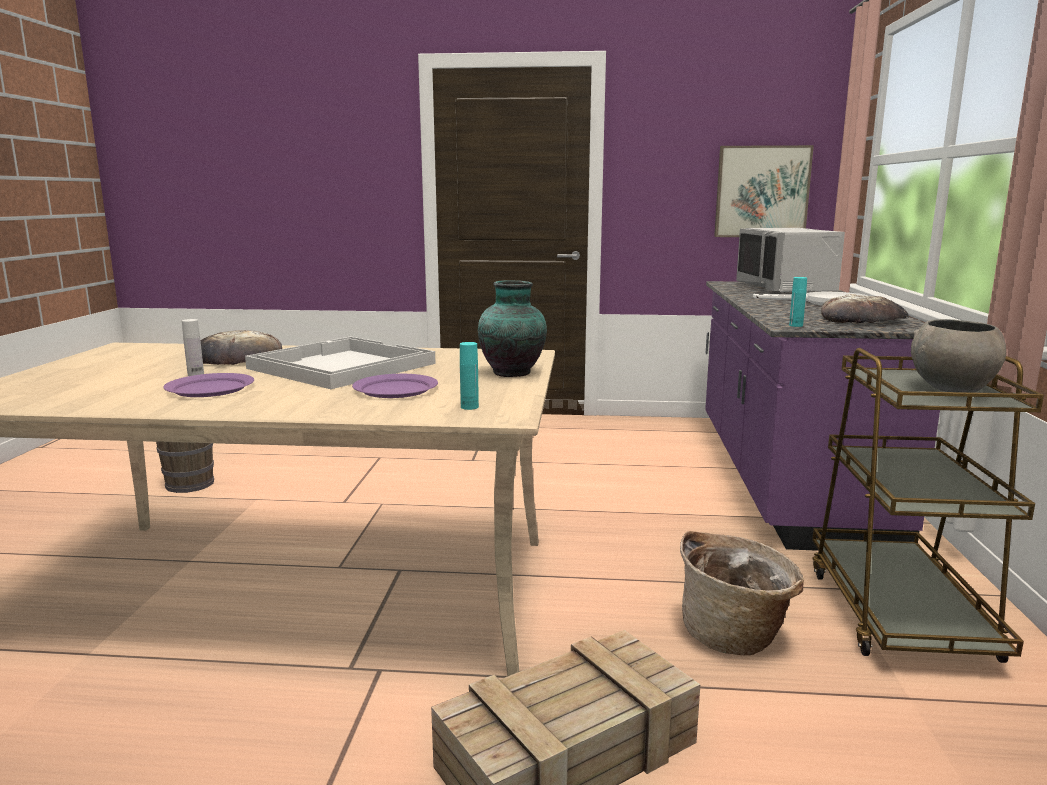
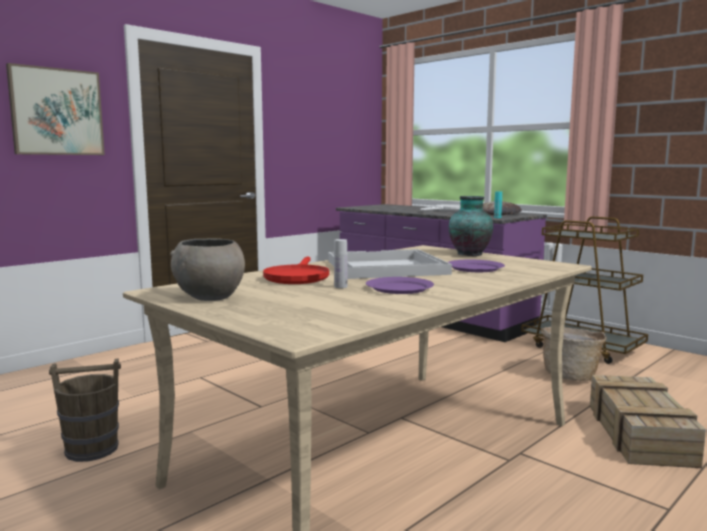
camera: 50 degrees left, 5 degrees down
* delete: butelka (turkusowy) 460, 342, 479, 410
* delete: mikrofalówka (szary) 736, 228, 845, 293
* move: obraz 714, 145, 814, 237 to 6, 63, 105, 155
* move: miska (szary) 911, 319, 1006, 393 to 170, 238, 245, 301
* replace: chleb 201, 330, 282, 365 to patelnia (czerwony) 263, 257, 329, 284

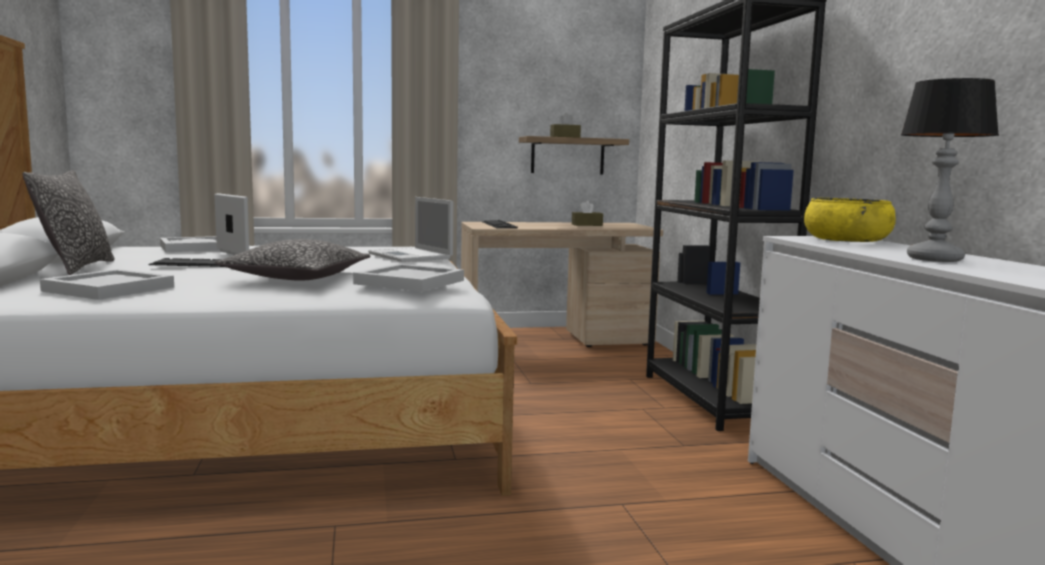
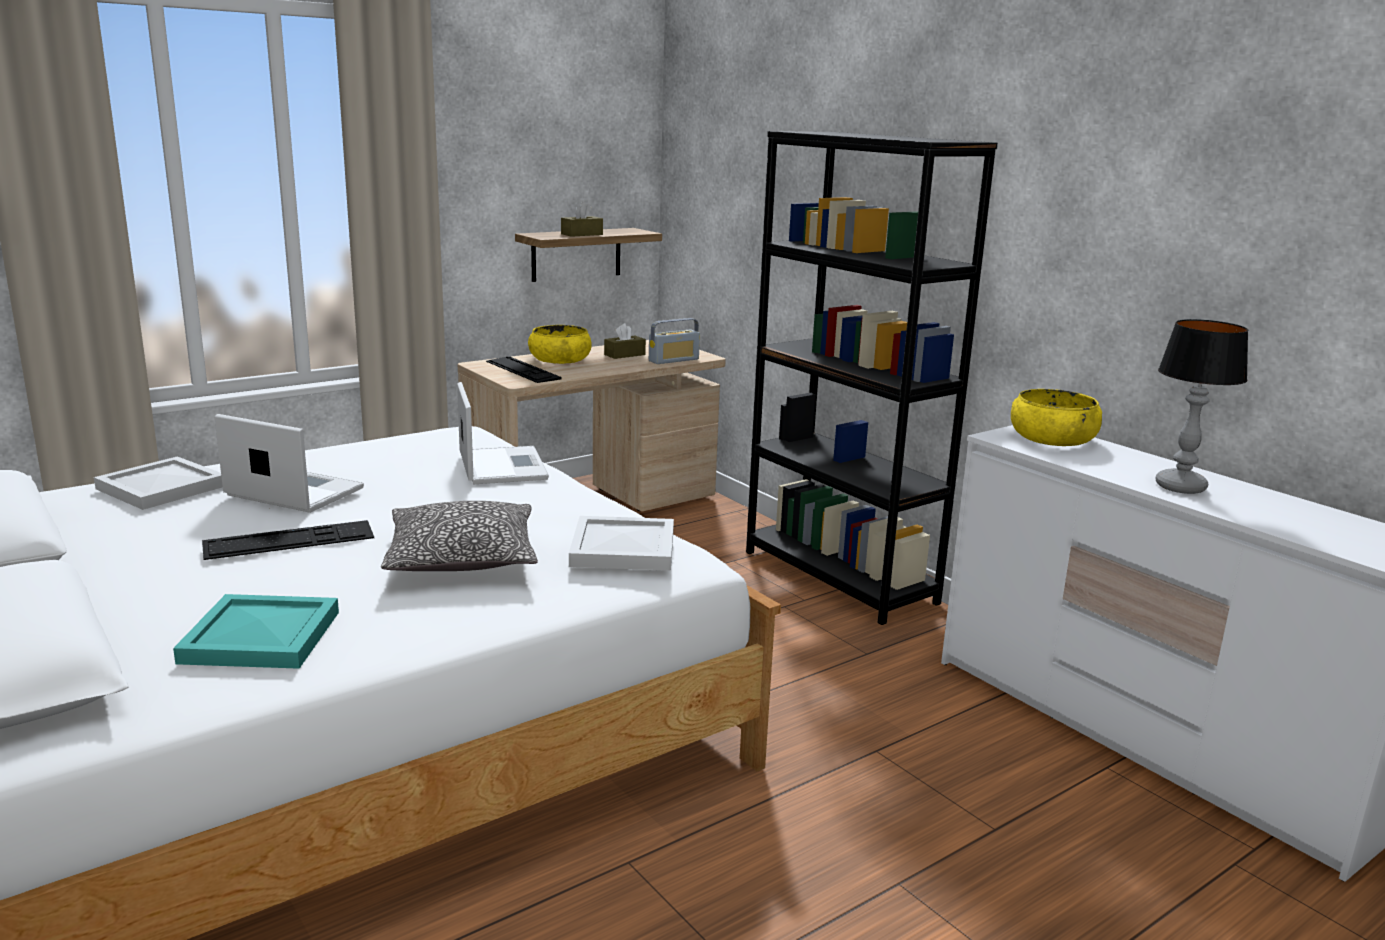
camera: 25 degrees left, 10 degrees up
* delete: poduszka 23, 170, 115, 275
* insert: miska (żółty) 528, 325, 592, 364
* insert: radio 649, 318, 700, 364
* recolor: taca (biały) 40, 269, 174, 300 to taca (turkusowy) 173, 594, 339, 669
* rotate: laptop 368, 197, 453, 262 = 457, 382, 549, 484 135 degrees counterclockwise

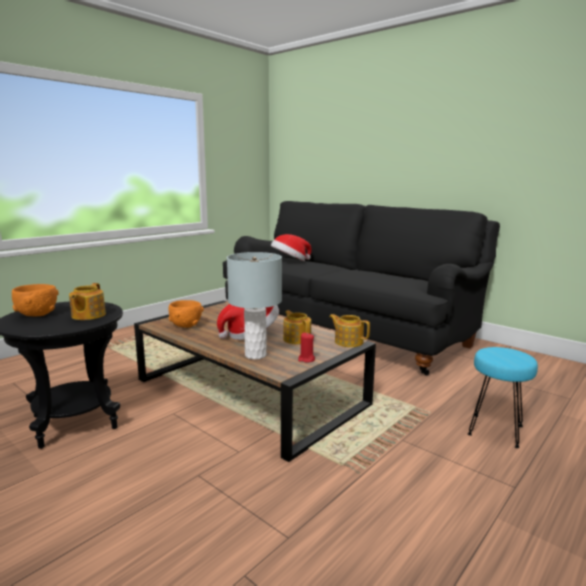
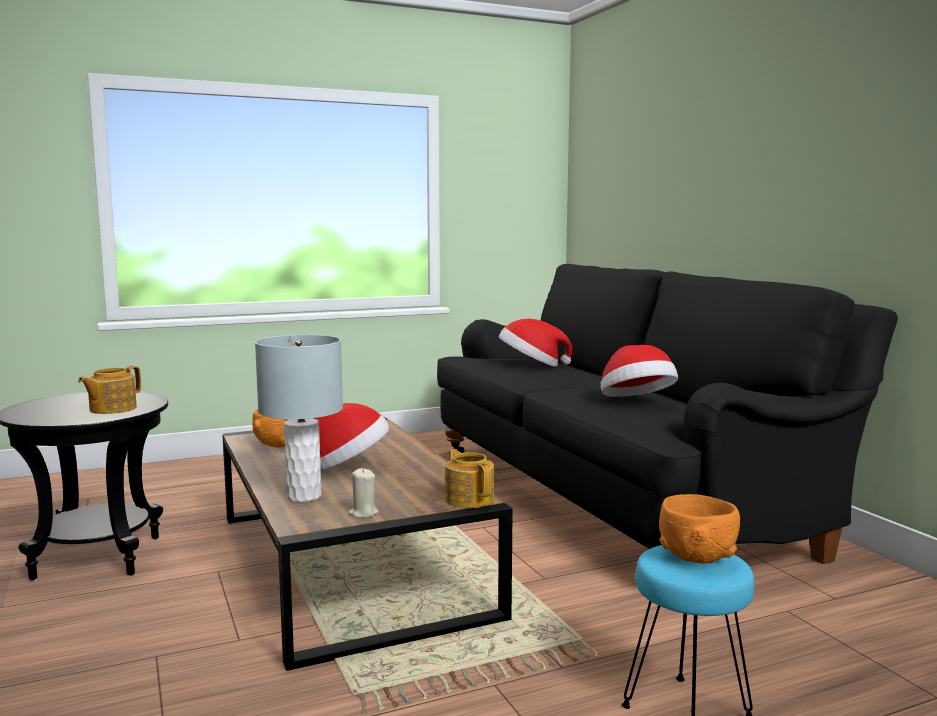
camera: 25 degrees right, 5 degrees down
* delete: imbryk 283, 310, 311, 344
* insert: kapelusz 601, 345, 678, 397
* move: miska (pomarańczowy) 12, 284, 59, 316 to 659, 494, 740, 564
* recolor: świeca (czerwony) 298, 333, 315, 363 to świeca (beżowy) 348, 468, 379, 518

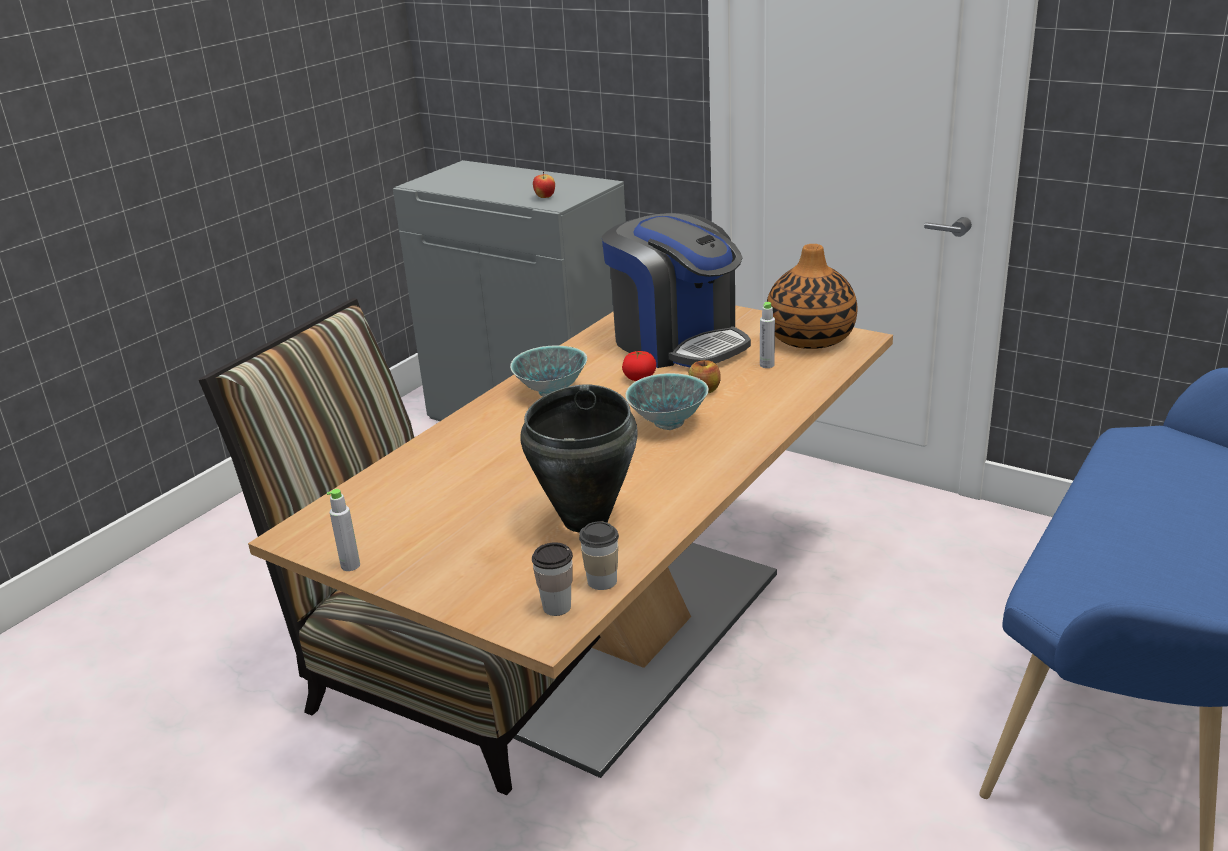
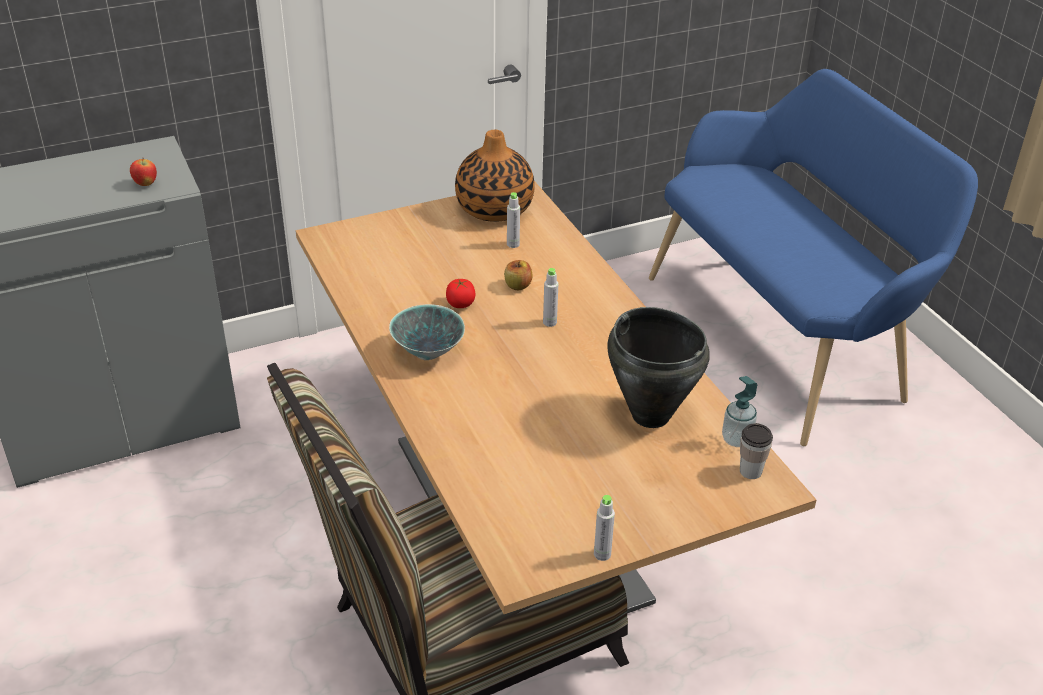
camera: 60 degrees left, 10 degrees up
* delete: ekspres do kawy 602, 213, 751, 368
* replace: filiżanka 579, 521, 619, 590 to dozownik mydła 722, 376, 757, 447
* replace: miska 625, 373, 709, 430 to butelka (szary) 543, 268, 558, 327

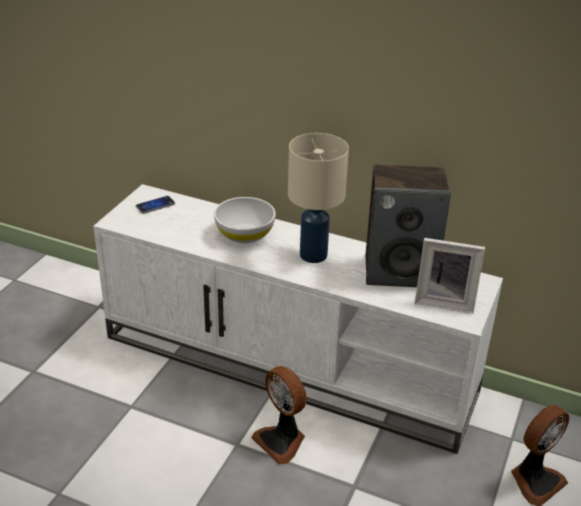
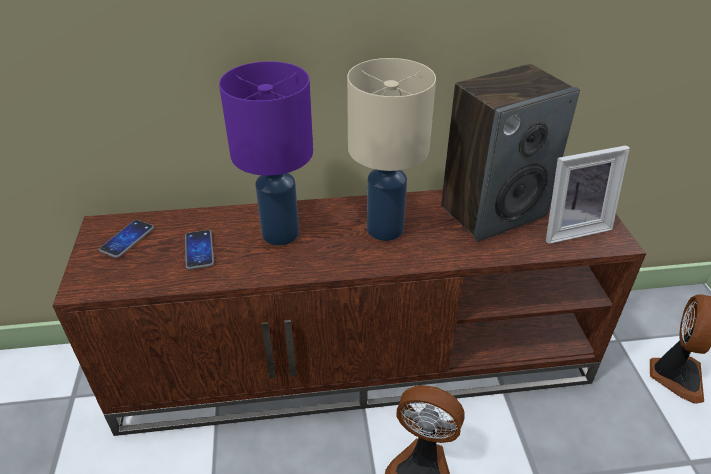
camera: 30 degrees left, 5 degrees up
* insert: telefon 185, 230, 214, 270
* replace: miska (biały) 214, 197, 276, 243 to lampa stołowa (fioletowy) 219, 61, 313, 245
* recolor: szafka pod telewizor (biały) 93, 184, 503, 454 to szafka pod telewizor (brązowy) 53, 190, 646, 436

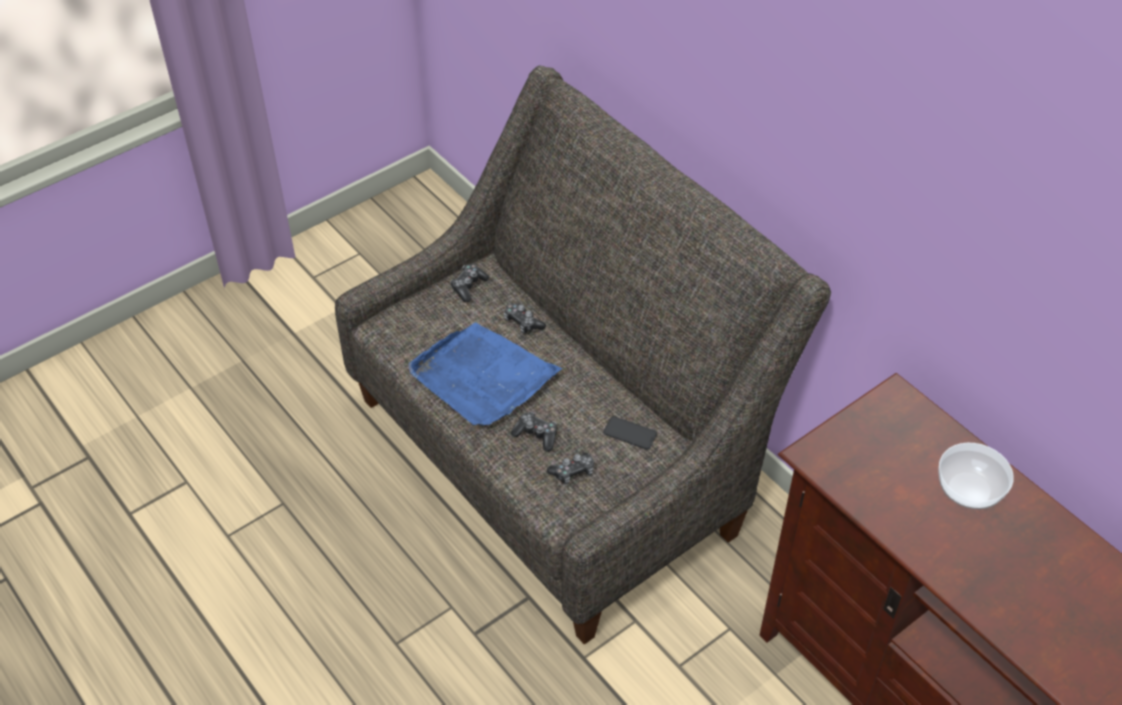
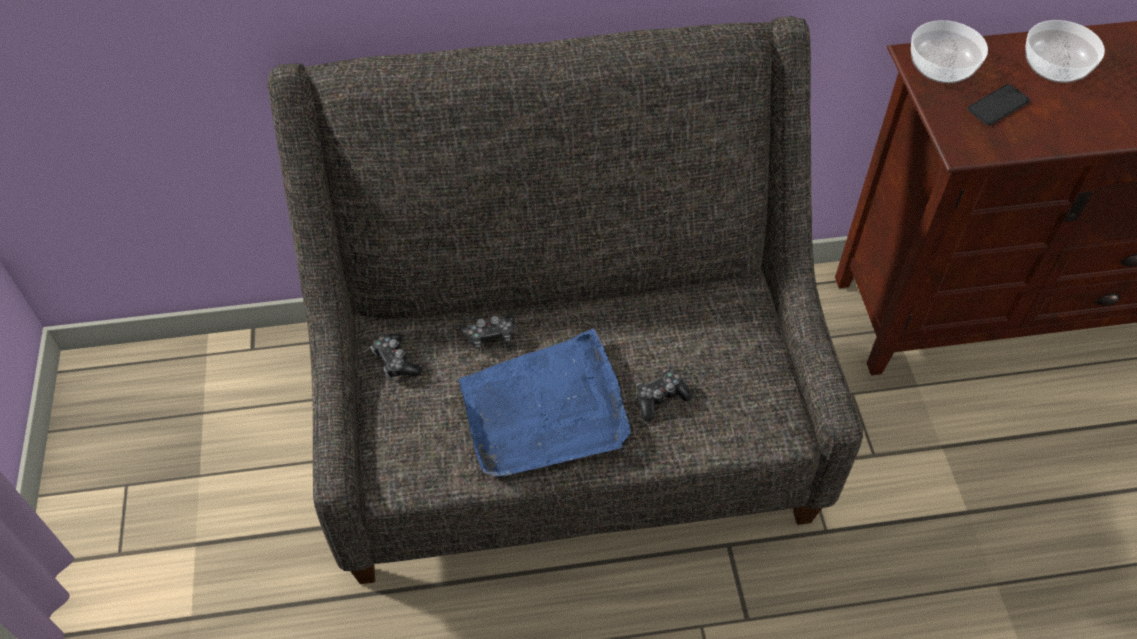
camera: 60 degrees left, 5 degrees up
* delete: pad do gier 547, 453, 594, 484
* insert: miska 911, 20, 988, 83
* move: telefon 603, 416, 657, 450 to 967, 84, 1030, 125

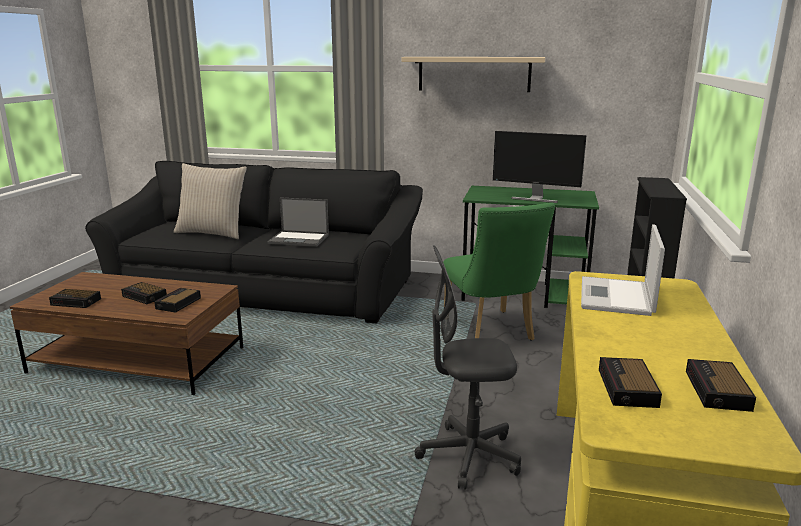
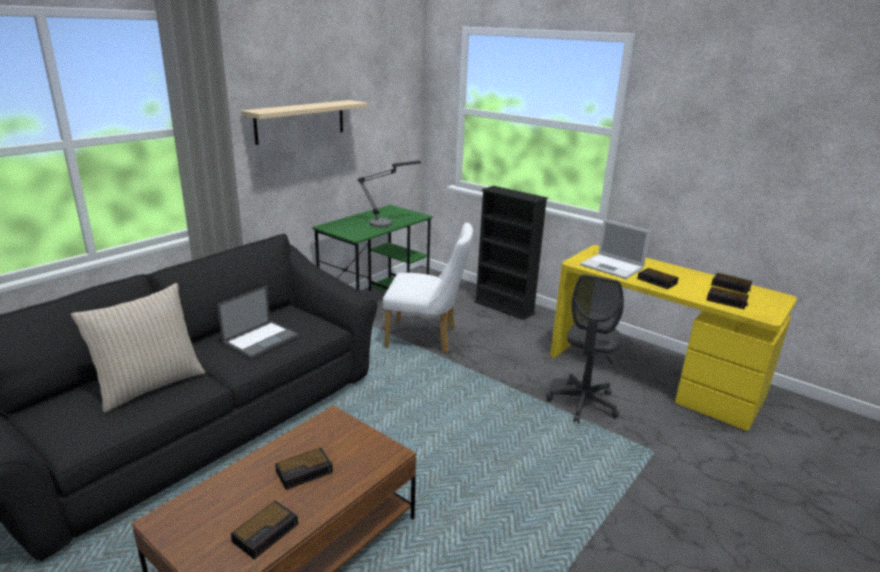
camera: 65 degrees left, 5 degrees up
* move: budzik 154, 288, 201, 313 to 637, 268, 679, 289
* replace: monitor 493, 131, 587, 203 to lampa stołowa 358, 160, 421, 228
* recolor: krzesło (zielony) 443, 202, 555, 341 to krzesło (biały) 383, 222, 473, 353

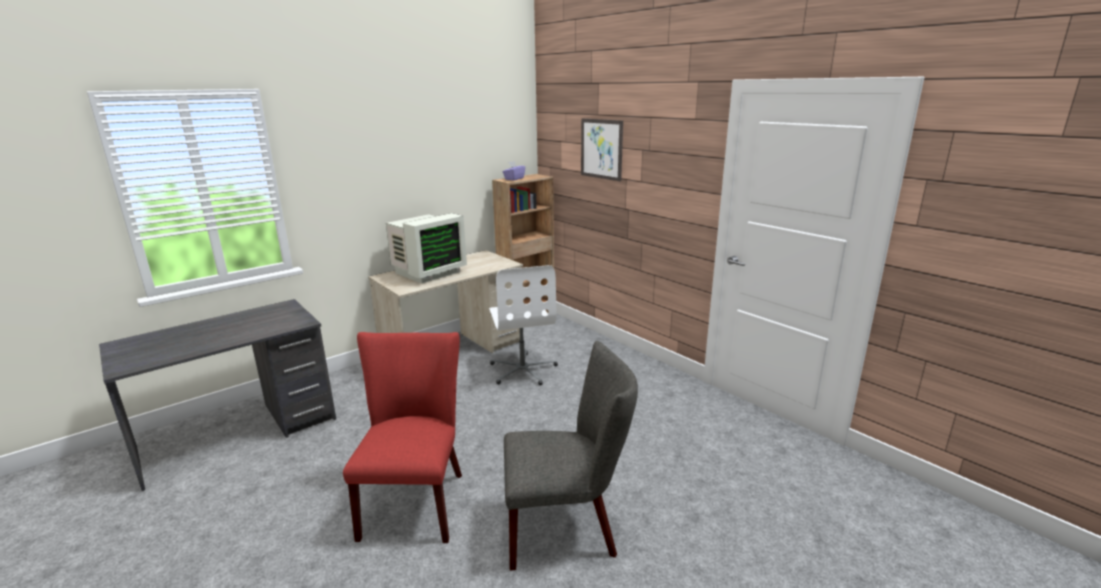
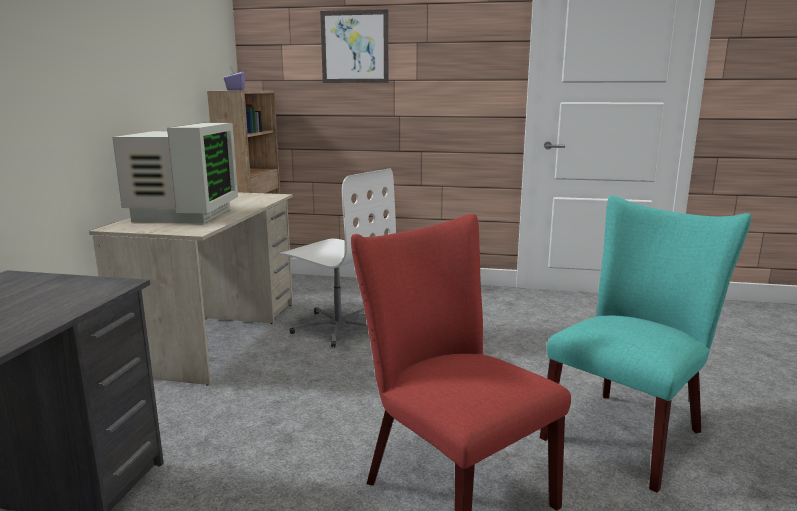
camera: 40 degrees left, 5 degrees down
* recolor: krzesło (szary) 504, 341, 638, 571 to krzesło (turkusowy) 540, 195, 751, 493

